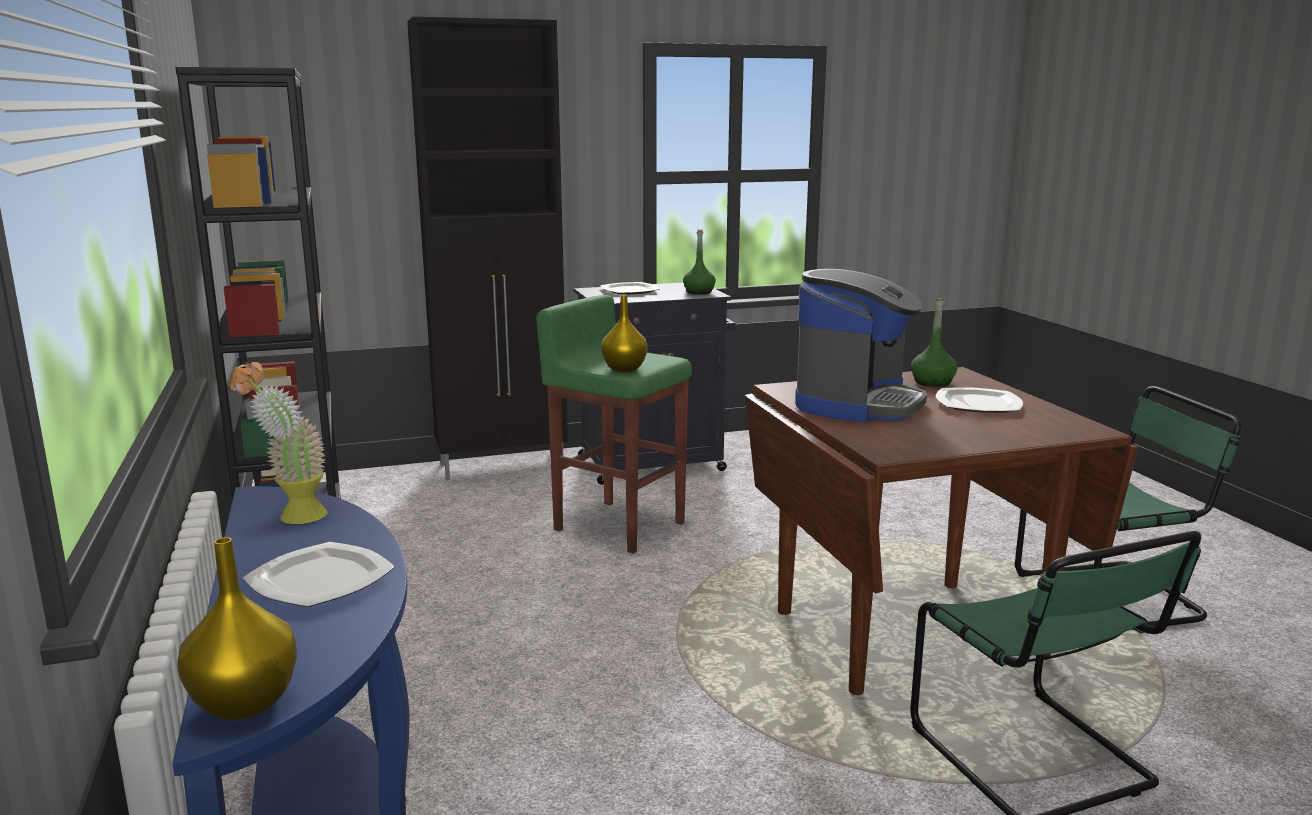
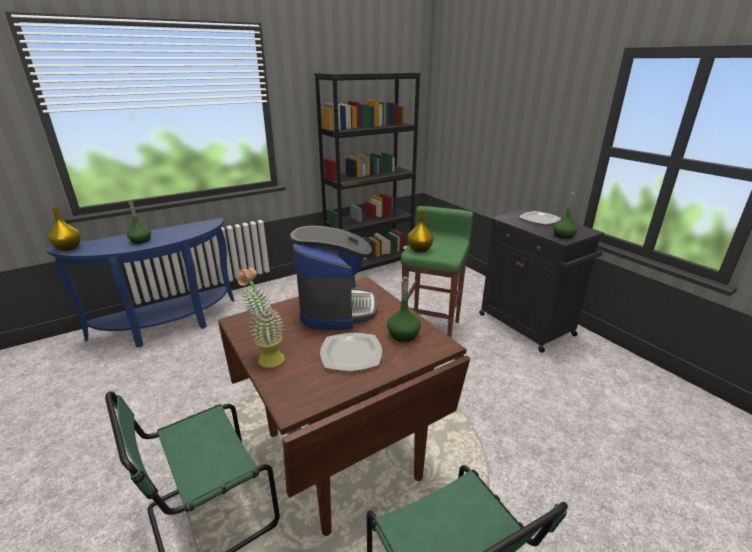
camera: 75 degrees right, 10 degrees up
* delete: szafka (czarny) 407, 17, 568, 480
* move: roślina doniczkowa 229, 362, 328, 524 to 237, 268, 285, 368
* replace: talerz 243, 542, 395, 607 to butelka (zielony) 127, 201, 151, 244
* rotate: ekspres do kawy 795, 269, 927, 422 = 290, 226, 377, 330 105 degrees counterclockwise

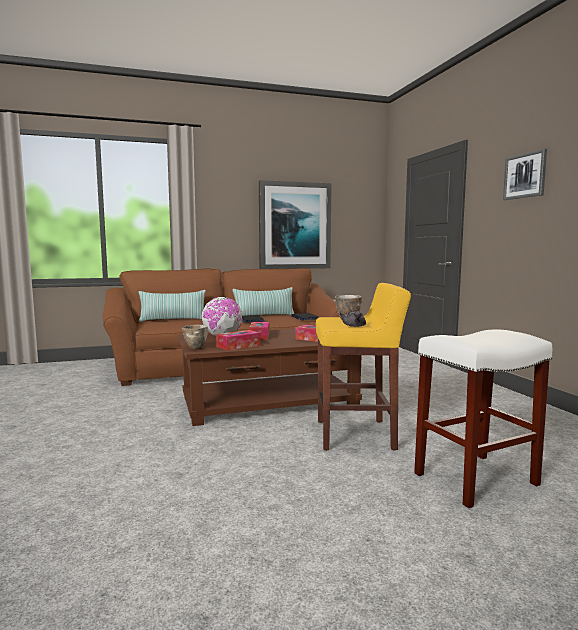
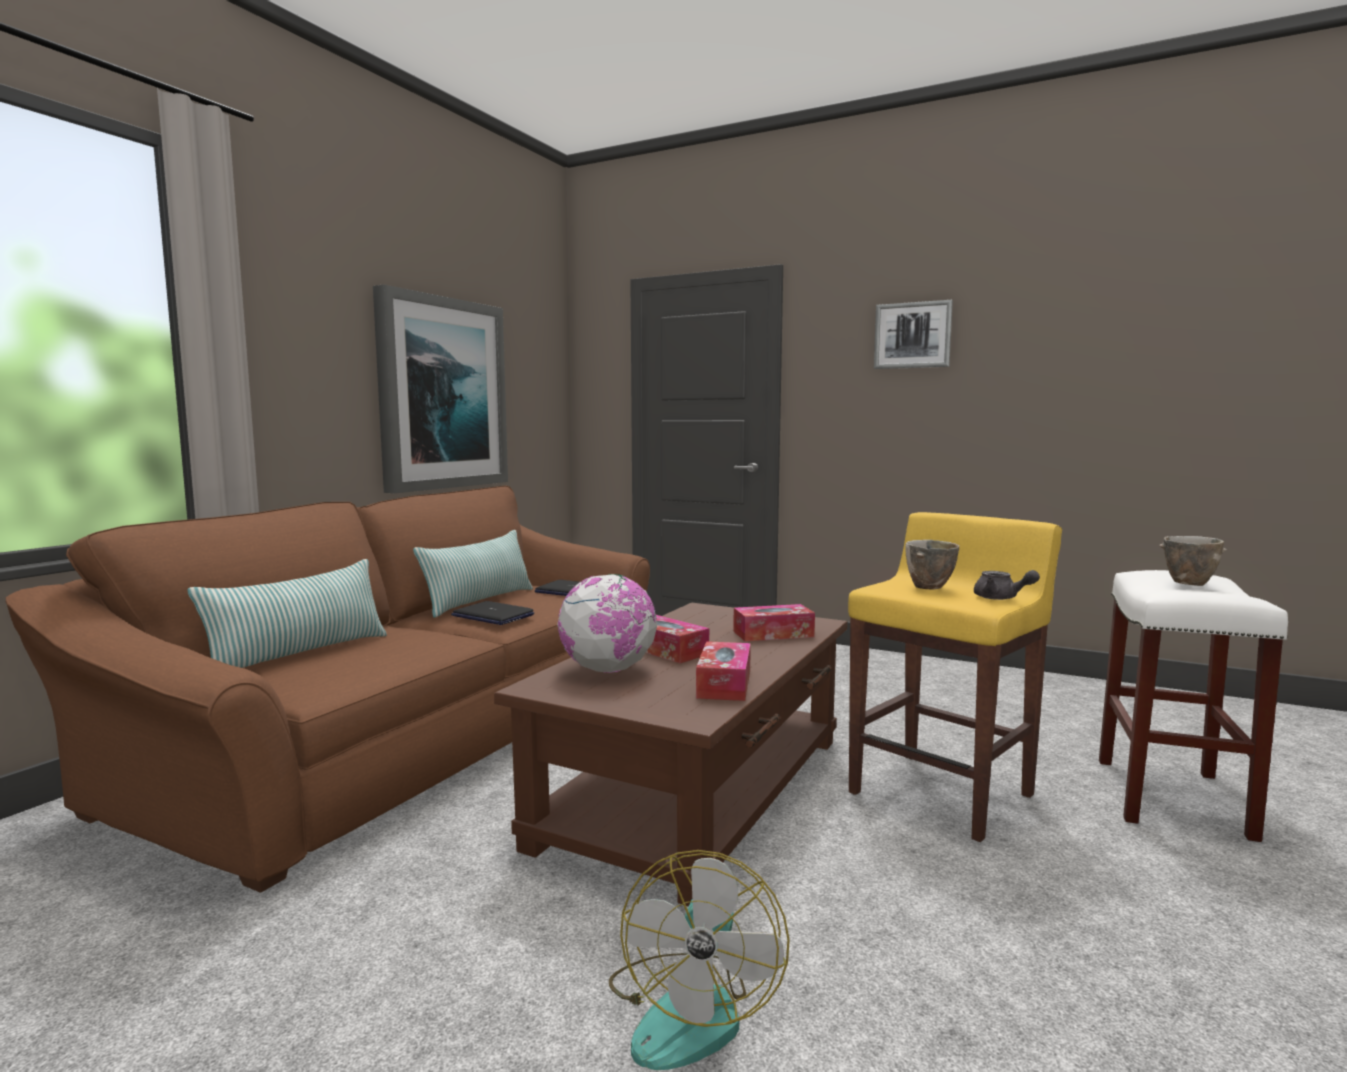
camera: 45 degrees left, 0 degrees up
* insert: wentylator 609, 850, 790, 1070
* move: miska 182, 325, 208, 350 to 1159, 536, 1227, 586

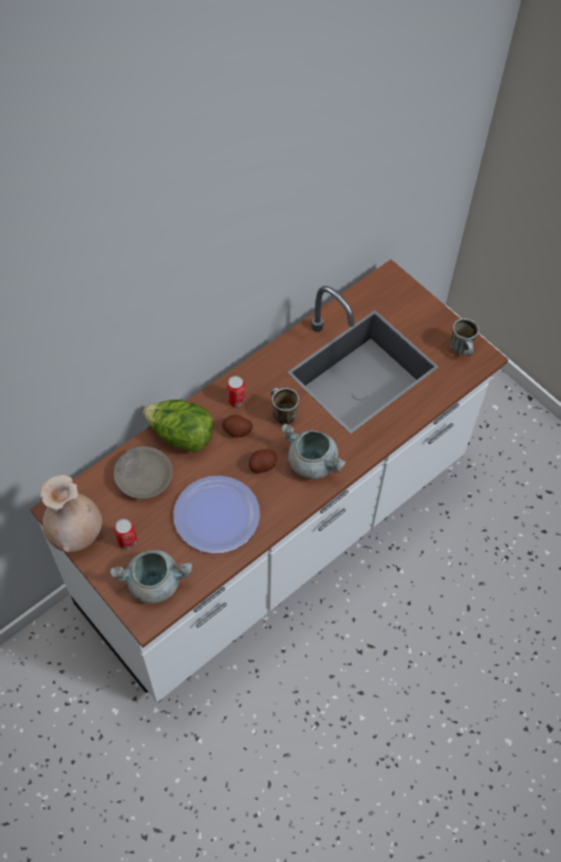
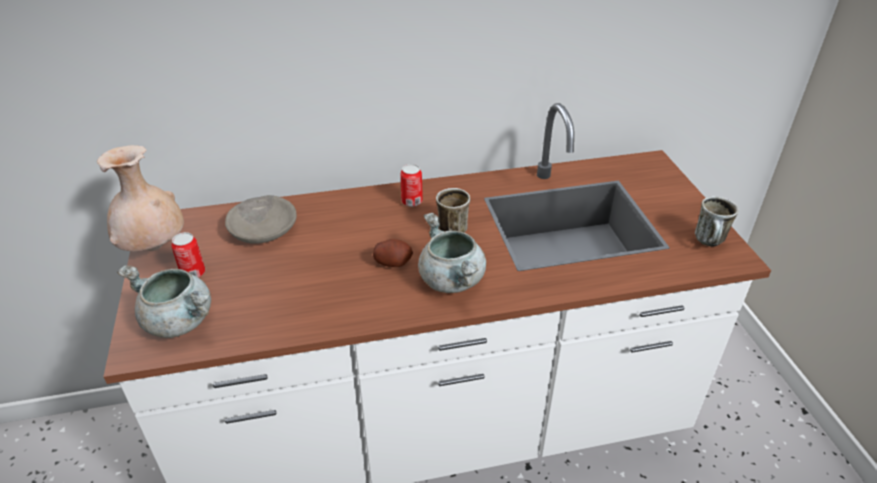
camera: 30 degrees right, 20 degrees down
* delete: sałata 143, 400, 214, 452
* delete: talerz 174, 476, 260, 554
* delete: ziemniak 222, 415, 253, 437

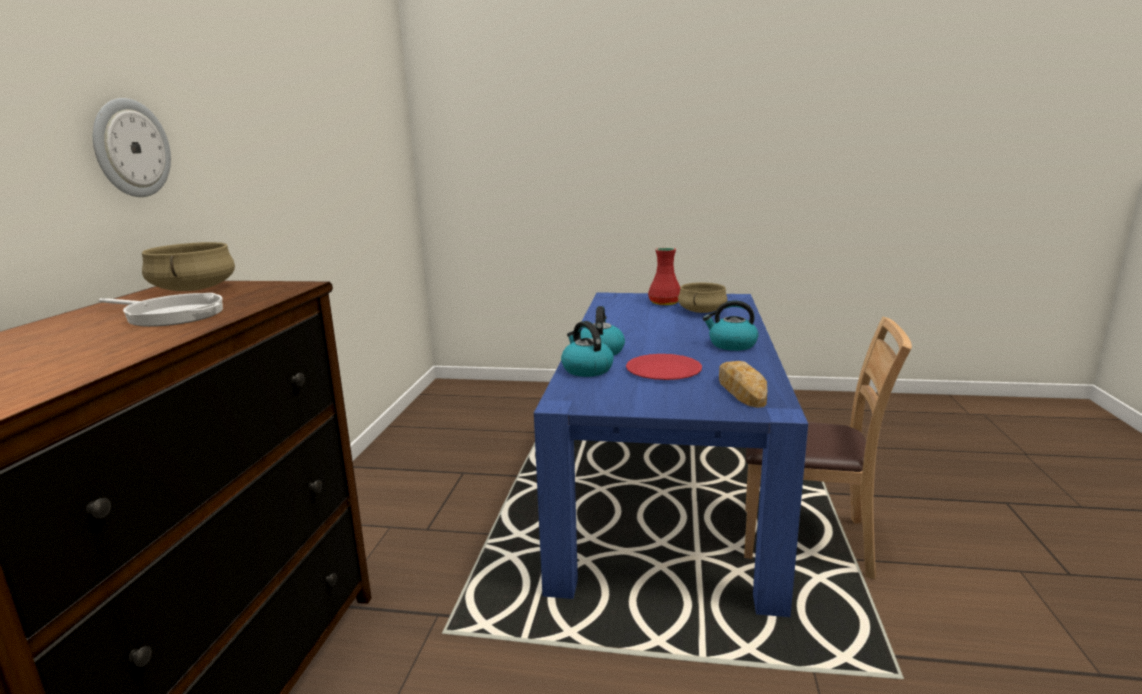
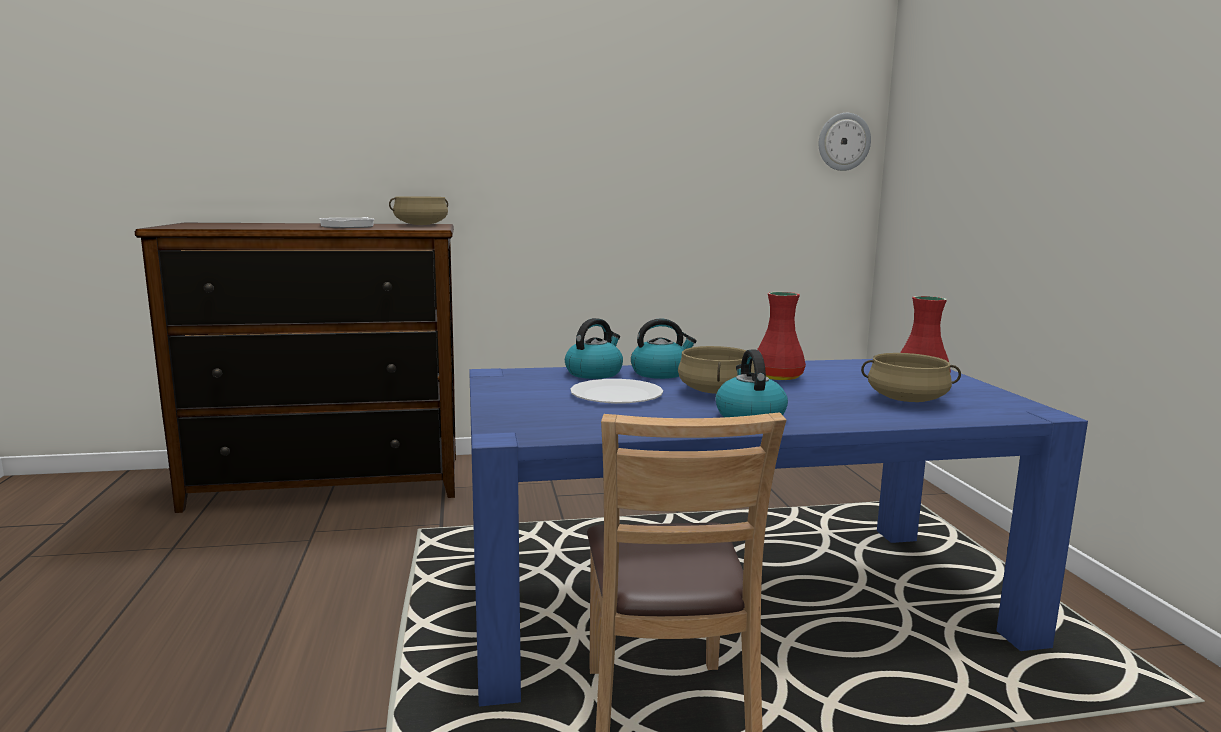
camera: 70 degrees right, 5 degrees down
* delete: chleb 719, 361, 767, 408
* insert: garnek (beżowy) 678, 346, 755, 394
* insert: wazon (czerwony) 757, 292, 806, 380
* move: zegar ścienny 93, 98, 171, 197 to 819, 113, 871, 171
* recolor: talerz (czerwony) 626, 354, 702, 380 to talerz (biały) 570, 379, 663, 404

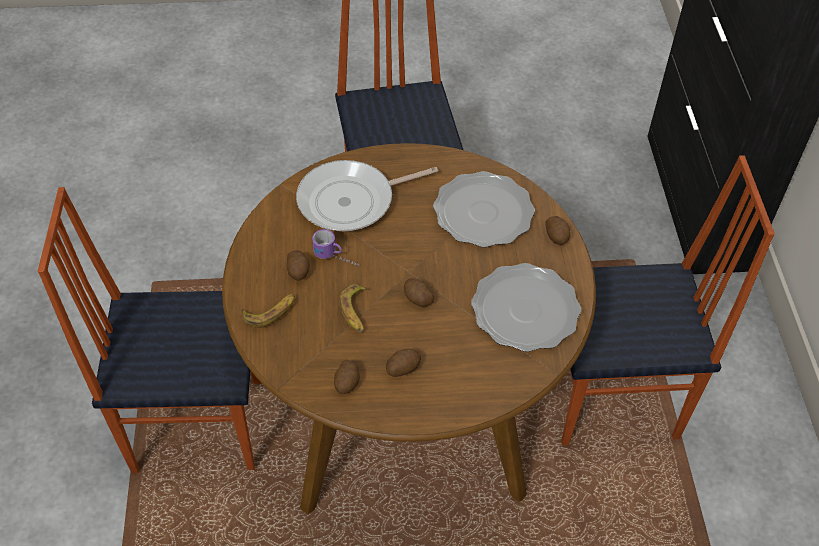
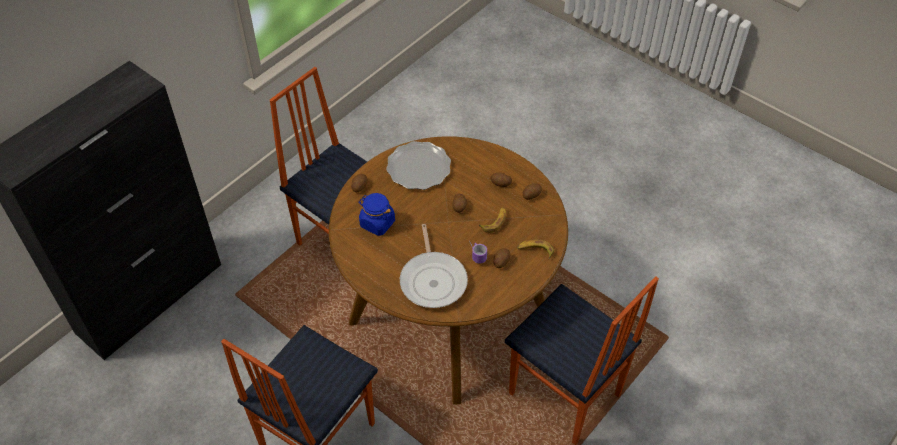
camera: 135 degrees left, 0 degrees up
* replace: talerz 433, 171, 535, 247 to słoik (niebieski) 358, 193, 395, 236
* rotate: patelnia 296, 160, 438, 231 = 400, 224, 468, 308 60 degrees clockwise

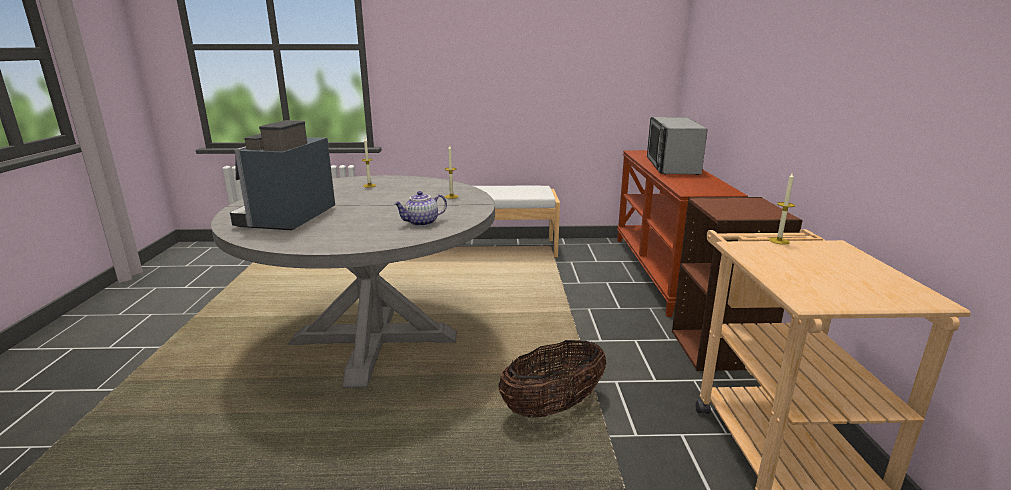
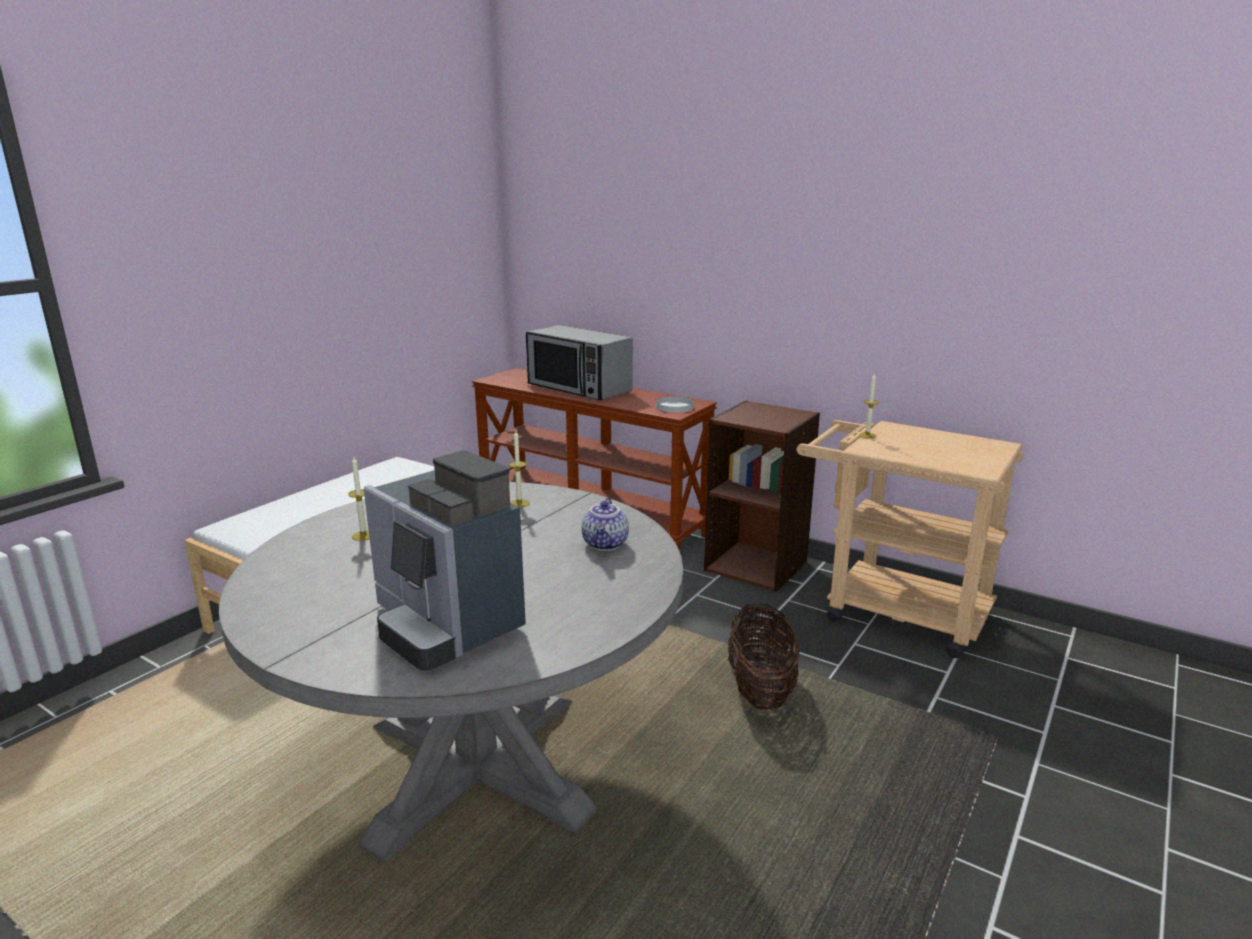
camera: 55 degrees left, 0 degrees up
* insert: talerz (biały) 656, 396, 694, 412

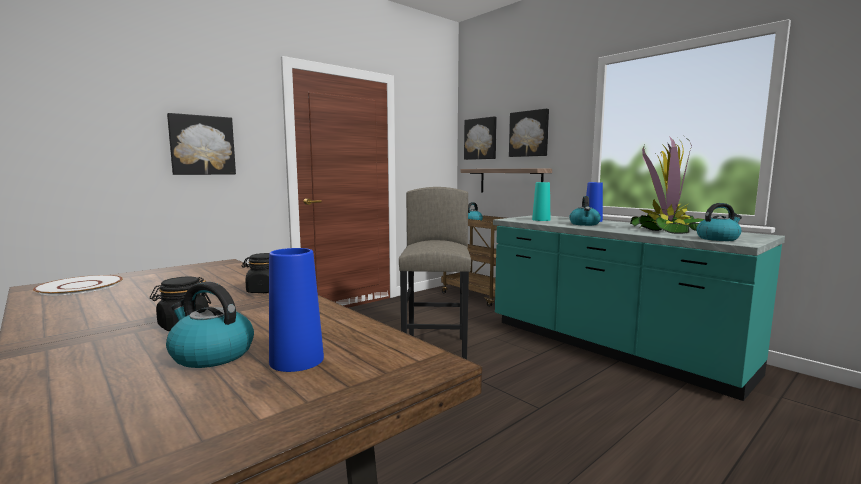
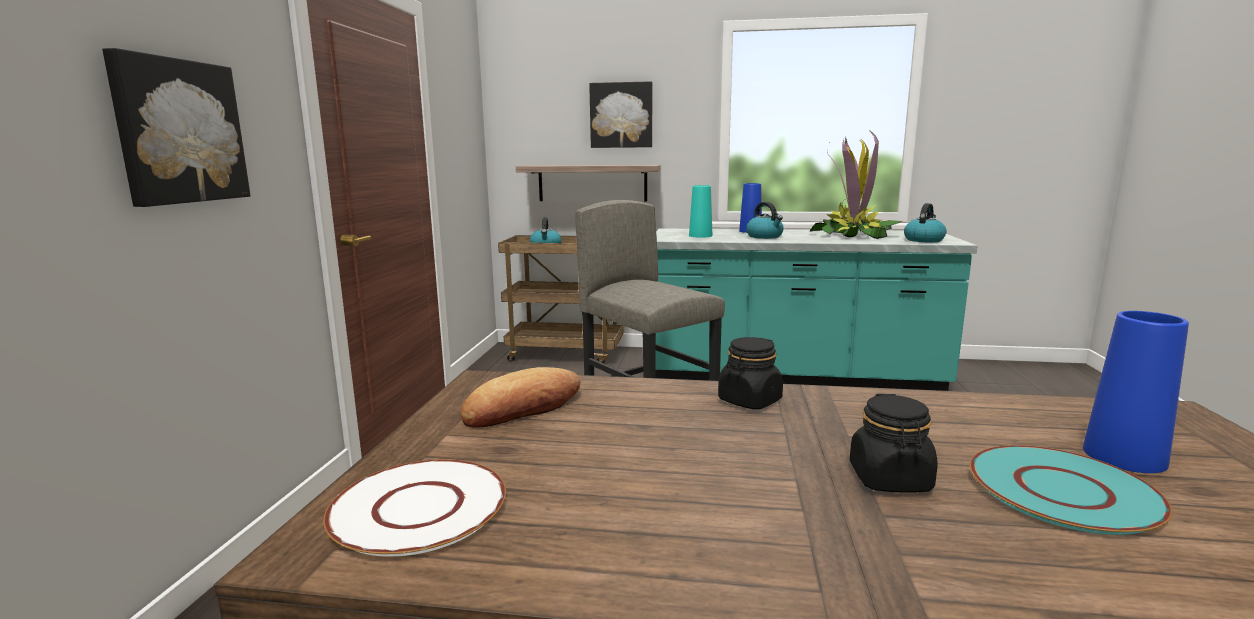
camera: 40 degrees left, 5 degrees up
* delete: obraz 464, 117, 497, 160
* insert: chleb 461, 367, 581, 428
* replace: czajnik 166, 282, 254, 368 to talerz (turkusowy) 970, 445, 1172, 535

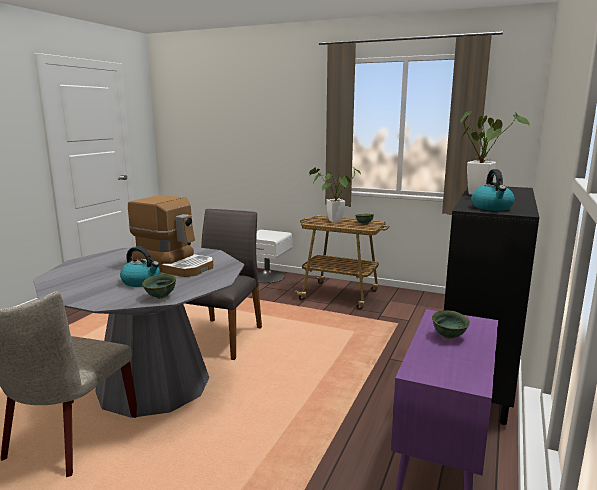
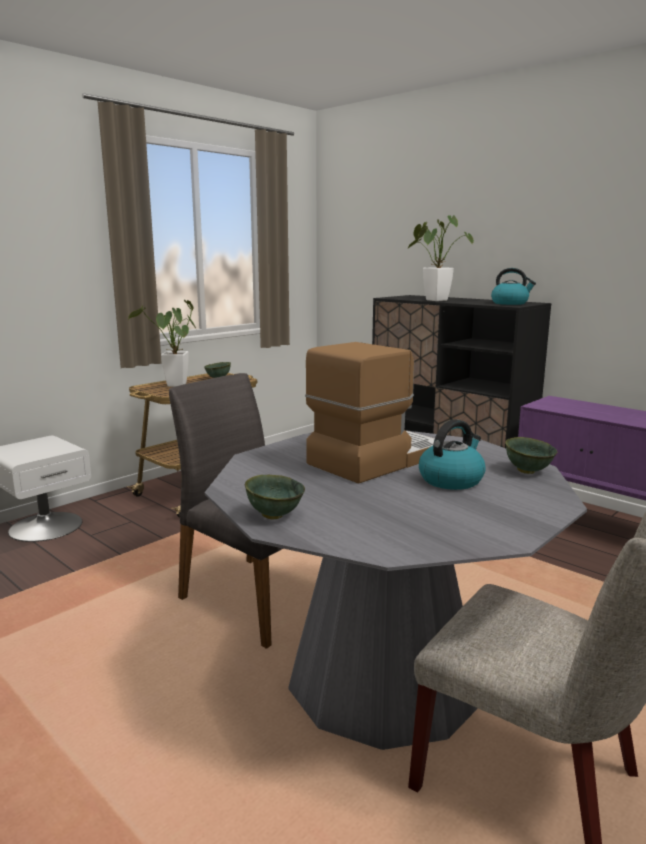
camera: 70 degrees left, 0 degrees up
* move: miska (zielony) 432, 310, 470, 339 to 245, 475, 305, 519

